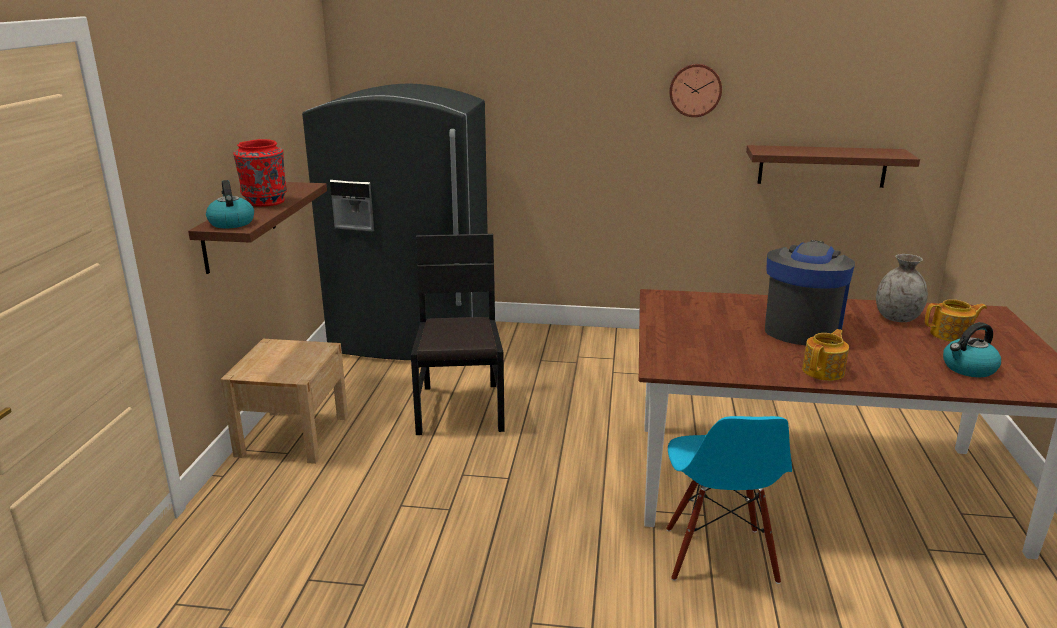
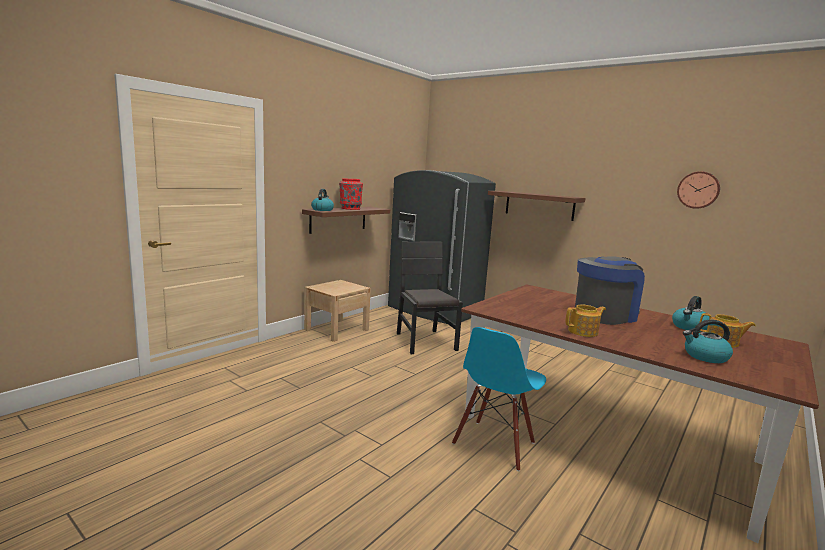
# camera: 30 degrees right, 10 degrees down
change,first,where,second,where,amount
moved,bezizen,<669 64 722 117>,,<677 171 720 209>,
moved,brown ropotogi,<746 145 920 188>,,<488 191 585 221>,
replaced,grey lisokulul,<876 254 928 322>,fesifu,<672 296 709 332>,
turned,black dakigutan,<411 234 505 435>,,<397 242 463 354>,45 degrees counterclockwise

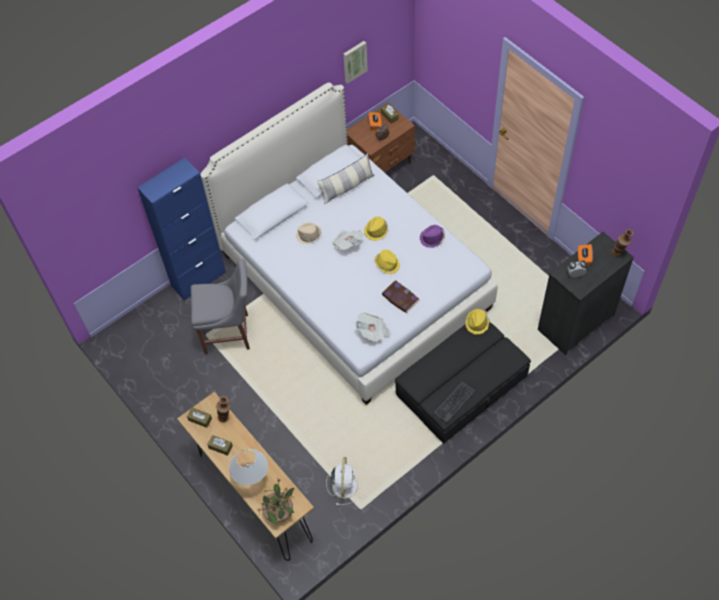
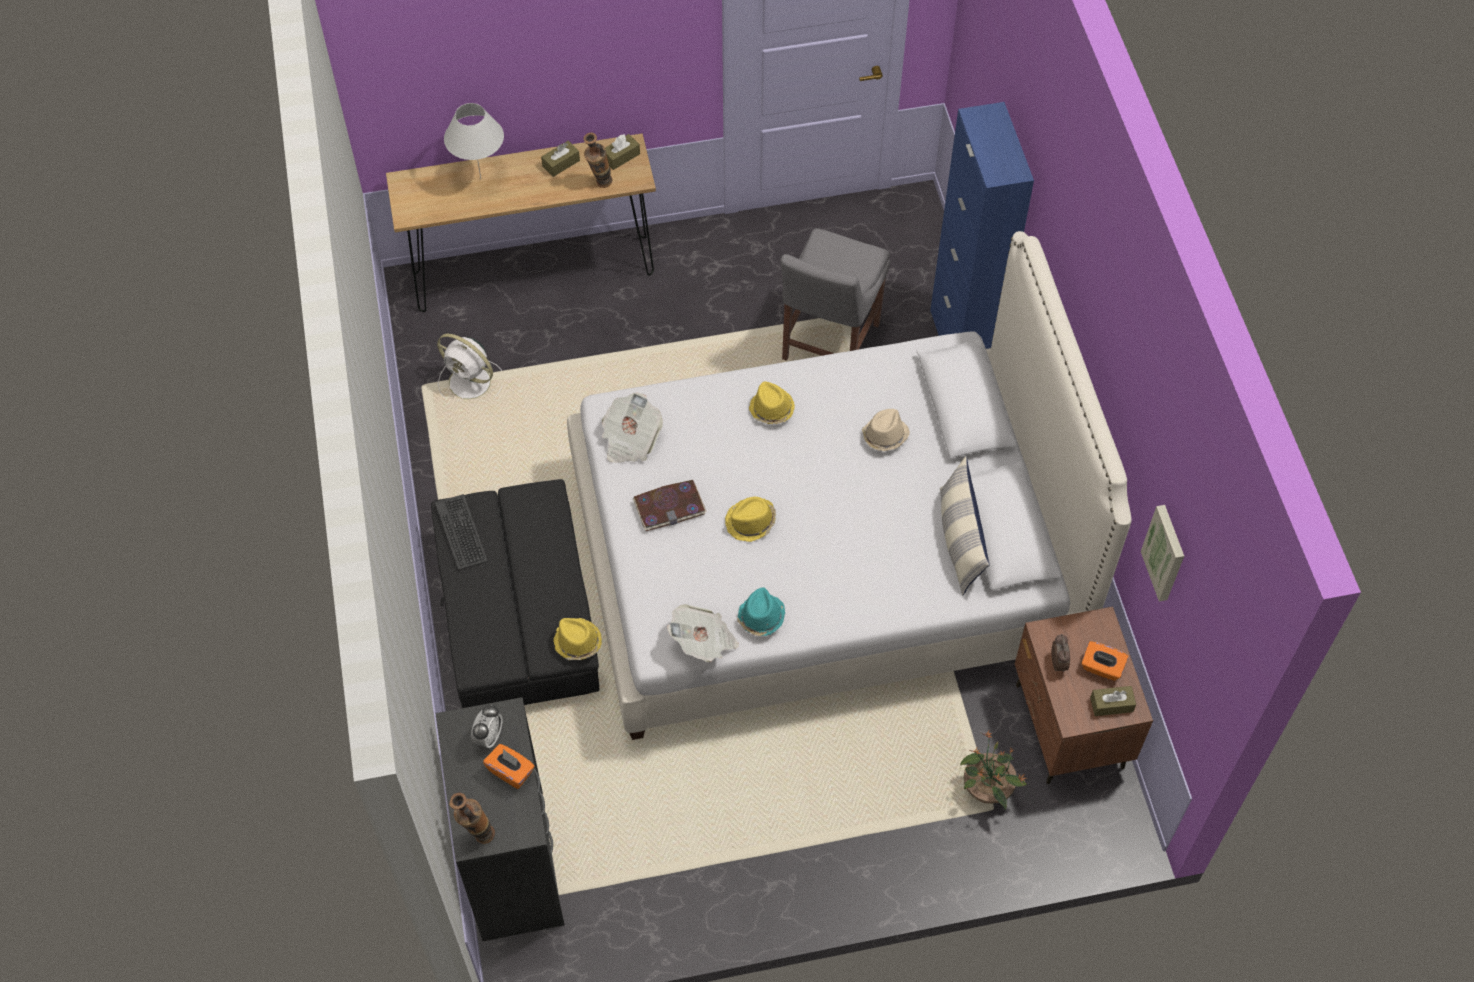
# camera: 115 degrees right, 0 degrees up
change,first,where,second,where,amount
moved,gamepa,<256 478 295 524>,,<960 731 1027 810>,
moved,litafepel,<332 230 364 250>,,<667 604 739 662>,
moved,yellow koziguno,<364 216 389 241>,,<749 381 795 424>,
recoloured,purple koziguno,<420 225 445 248>,turquoise koziguno,<737 587 785 636>,

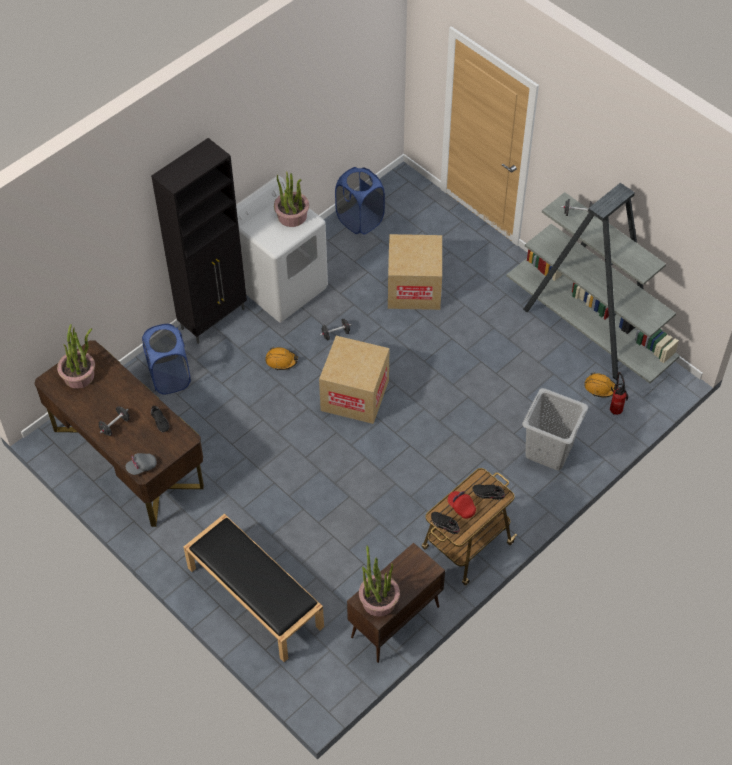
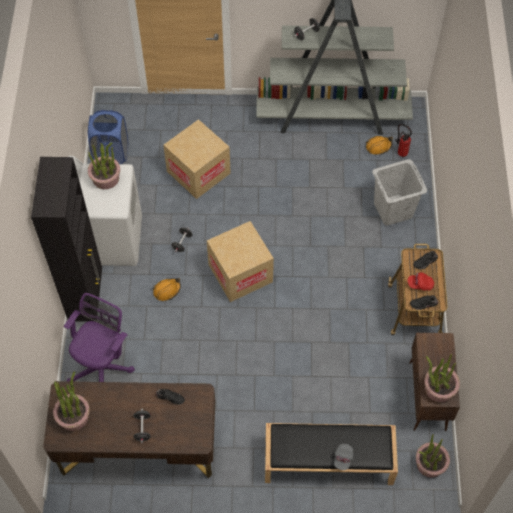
# camera: 45 degrees left, 5 degrees up
change,first,where,second,where,amount
added,,,gamepa,<416 434 450 478>,
moved,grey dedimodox,<125 453 157 475>,,<334 444 354 470>,
replaced,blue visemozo,<142 324 191 395>,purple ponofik,<64 293 135 382>,

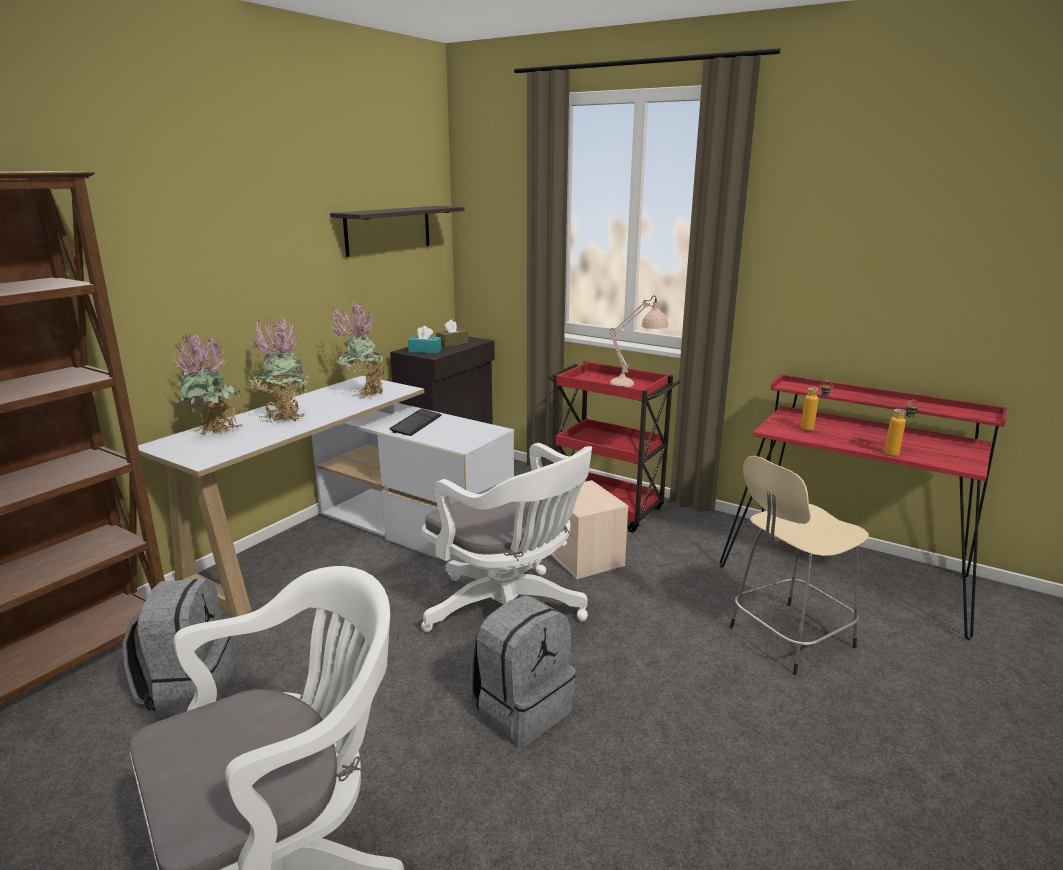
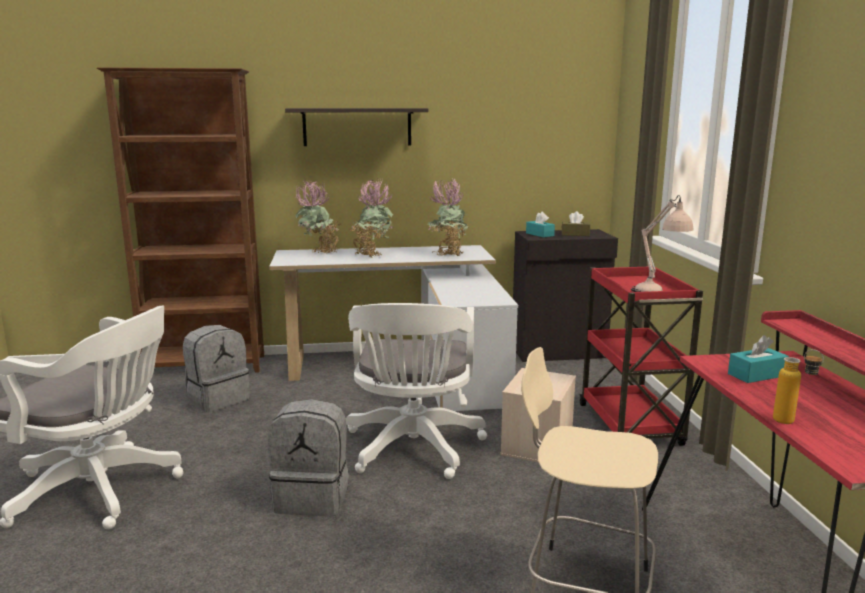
# camera: 50 degrees right, 5 degrees down
change,first,where,second,where,amount
removed,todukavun,<389 409 442 436>,,,
moved,ropotogi,<330 206 464 257>,,<285 108 428 146>,
replaced,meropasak,<801 381 833 431>,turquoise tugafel,<728 335 789 383>,

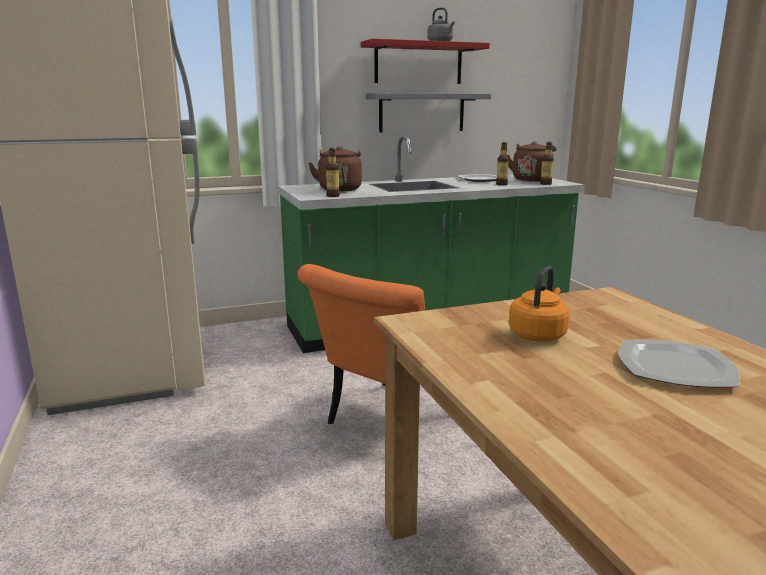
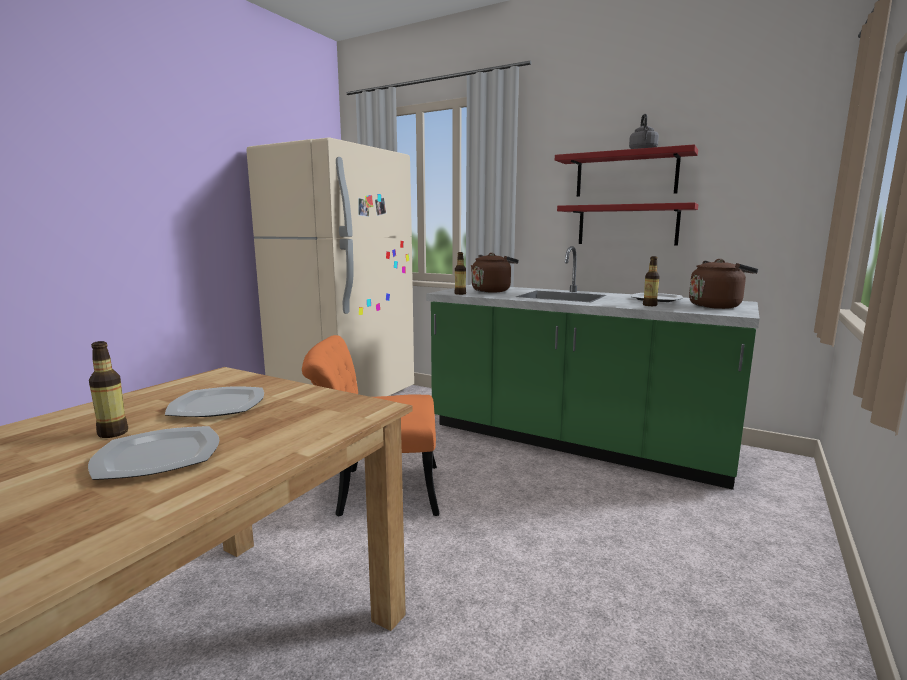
# camera: 50 degrees right, 5 degrees down
change,first,where,second,where,amount
moved,meropasak,<540 142 554 185>,,<89 341 128 438>,
replaced,orange fesifu,<509 266 570 342>,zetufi,<165 386 264 417>,
recoloured,grey ropotogi,<366 93 491 132>,red ropotogi,<557 202 698 246>,

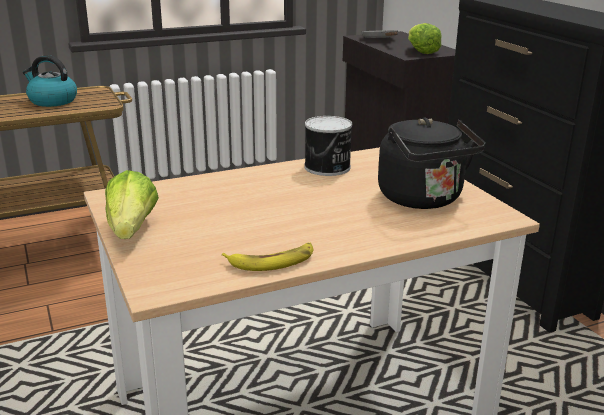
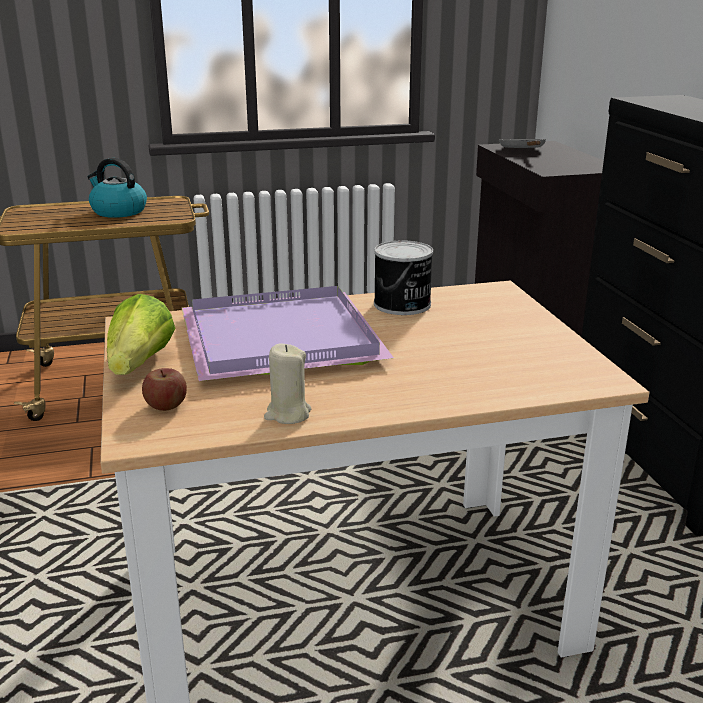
# camera: 10 degrees right, 0 degrees up
change,first,where,second,where,amount
removed,black fesifu,<378 117 485 209>,,,
removed,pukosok,<408 23 442 54>,,,
added,,,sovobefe,<142 368 187 411>,
added,,,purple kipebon,<182 286 394 381>,
replaced,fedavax,<222 243 313 271>,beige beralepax,<264 343 311 424>,

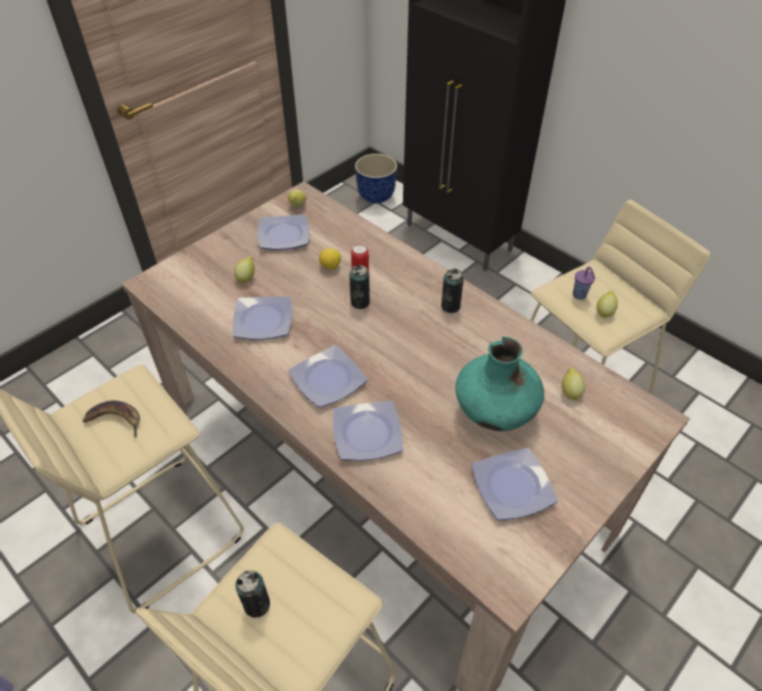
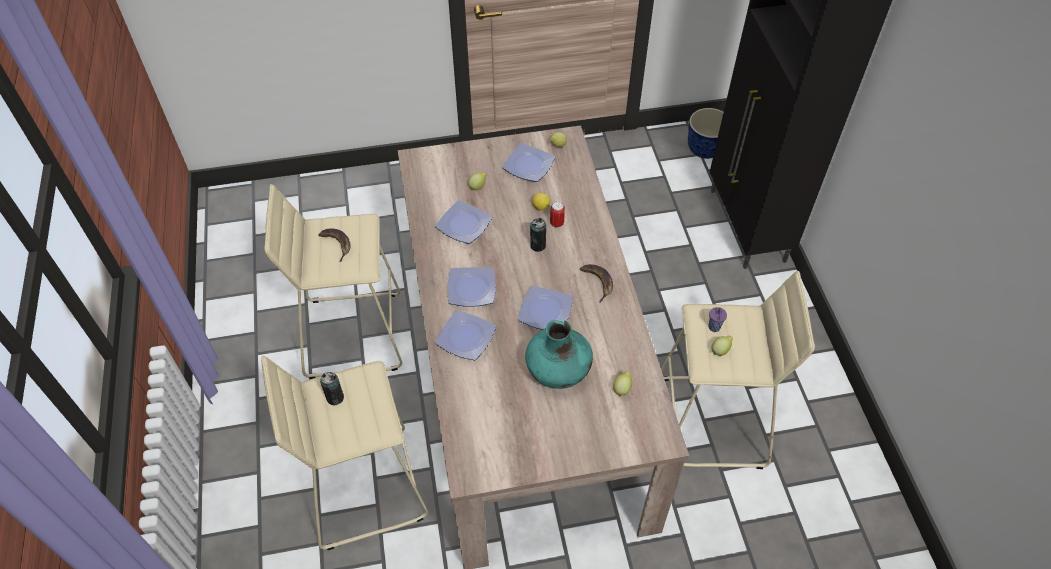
# camera: 35 degrees right, 5 degrees up
change,first,where,second,where,amount
moved,zetufi,<471 448 558 520>,,<518 286 573 330>,
replaced,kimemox,<441 269 464 313>,fedavax,<580 264 613 303>,

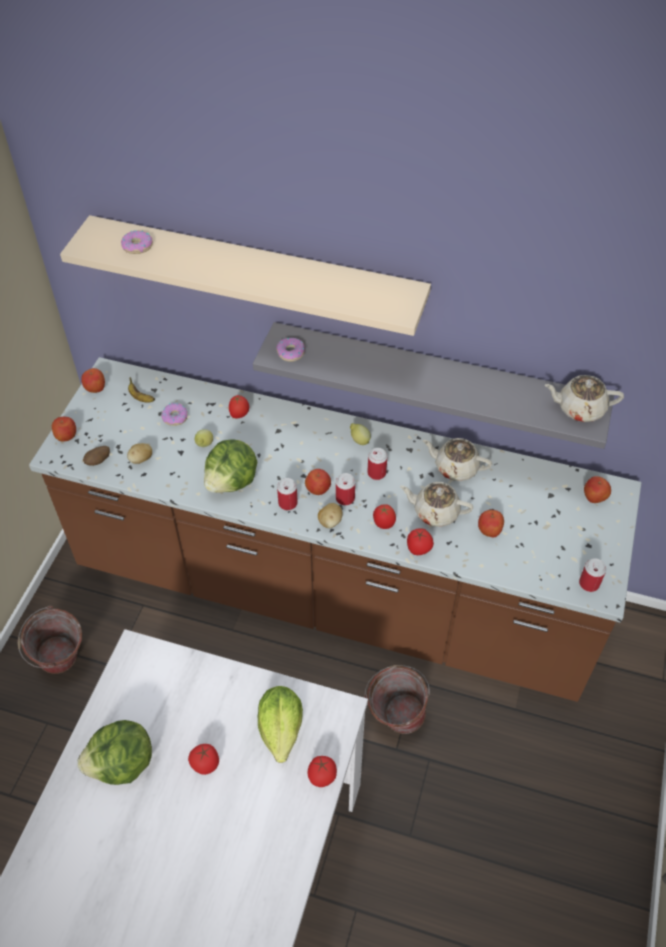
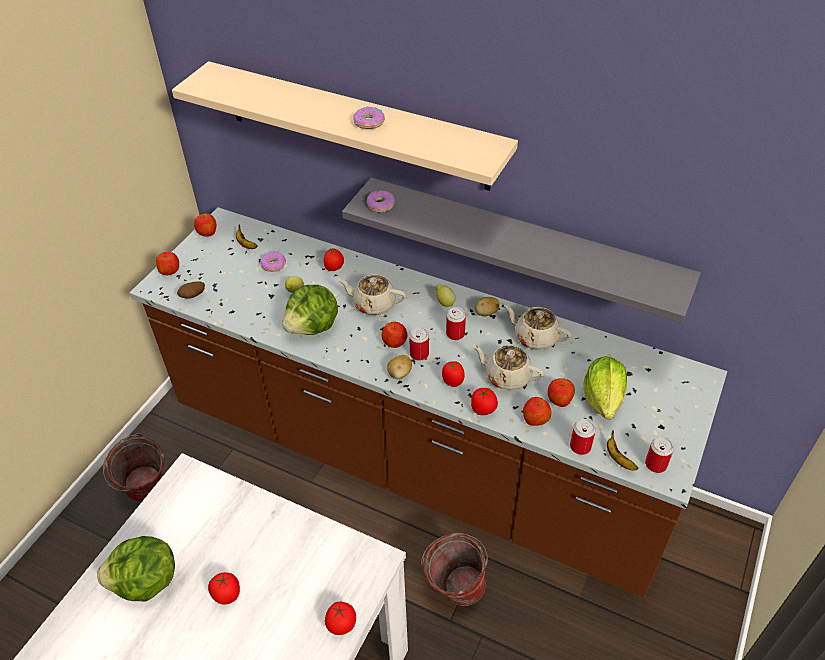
# camera: 10 degrees right, 5 degrees down
change,first,where,second,where,amount
added,,,fedavax,<607 430 638 470>,
moved,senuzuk,<121 230 153 254>,,<353 107 385 129>,
moved,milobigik,<127 443 152 464>,,<475 297 500 317>,
moved,pukosok,<258 686 303 763>,,<584 356 627 419>,
moved,kimemox,<277 478 298 510>,,<570 419 596 455>,
moved,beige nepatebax,<545 375 624 422>,,<338 274 406 315>,
moved,sovobefe,<584 476 611 503>,,<523 397 551 426>,

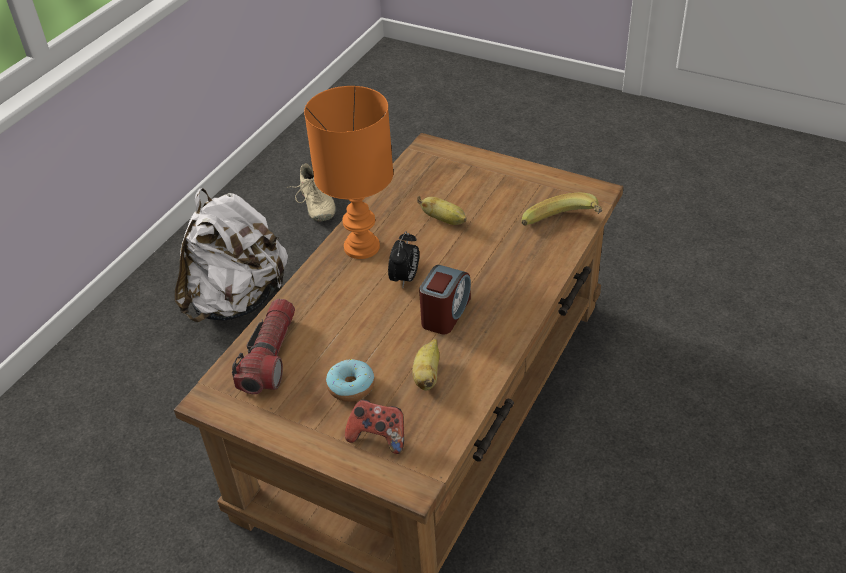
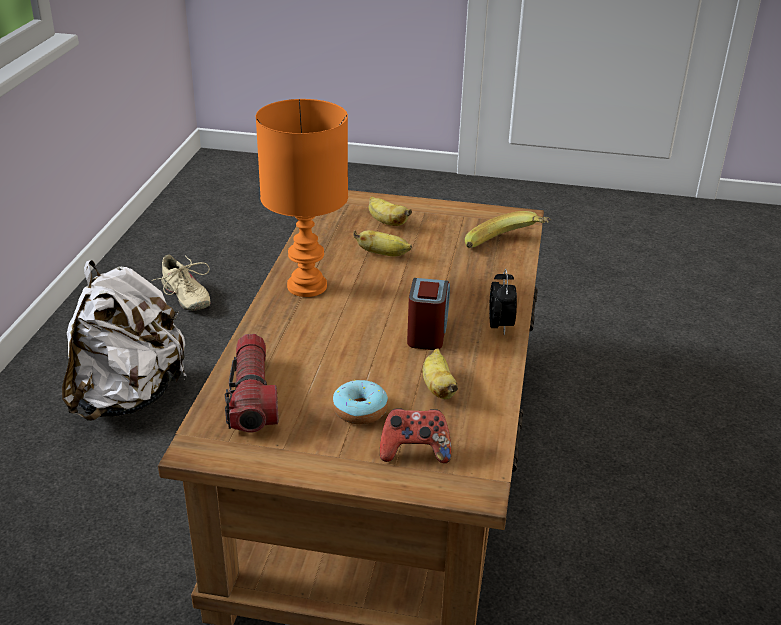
# camera: 20 degrees left, 10 degrees down
change,first,where,second,where,amount
added,,,fedavax,<369 196 412 226>,
moved,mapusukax,<388 231 419 287>,,<489 268 517 335>,

